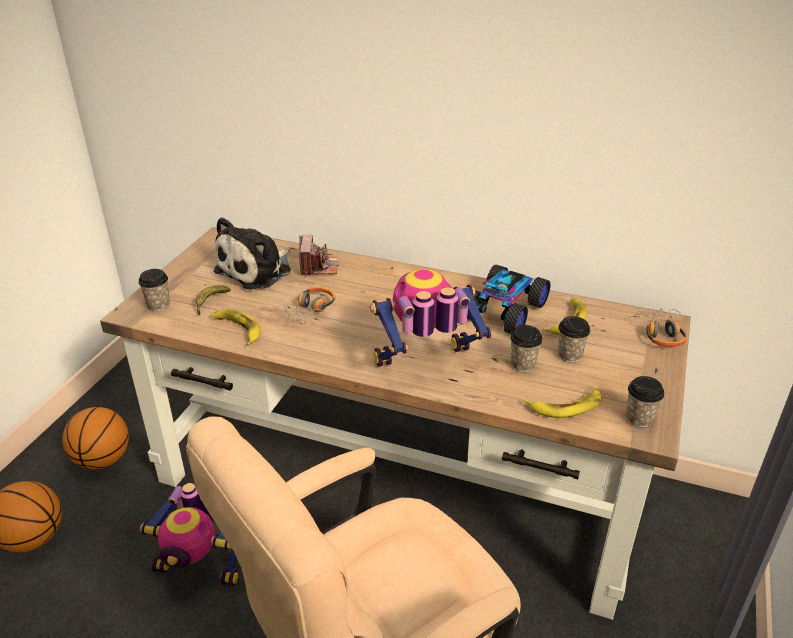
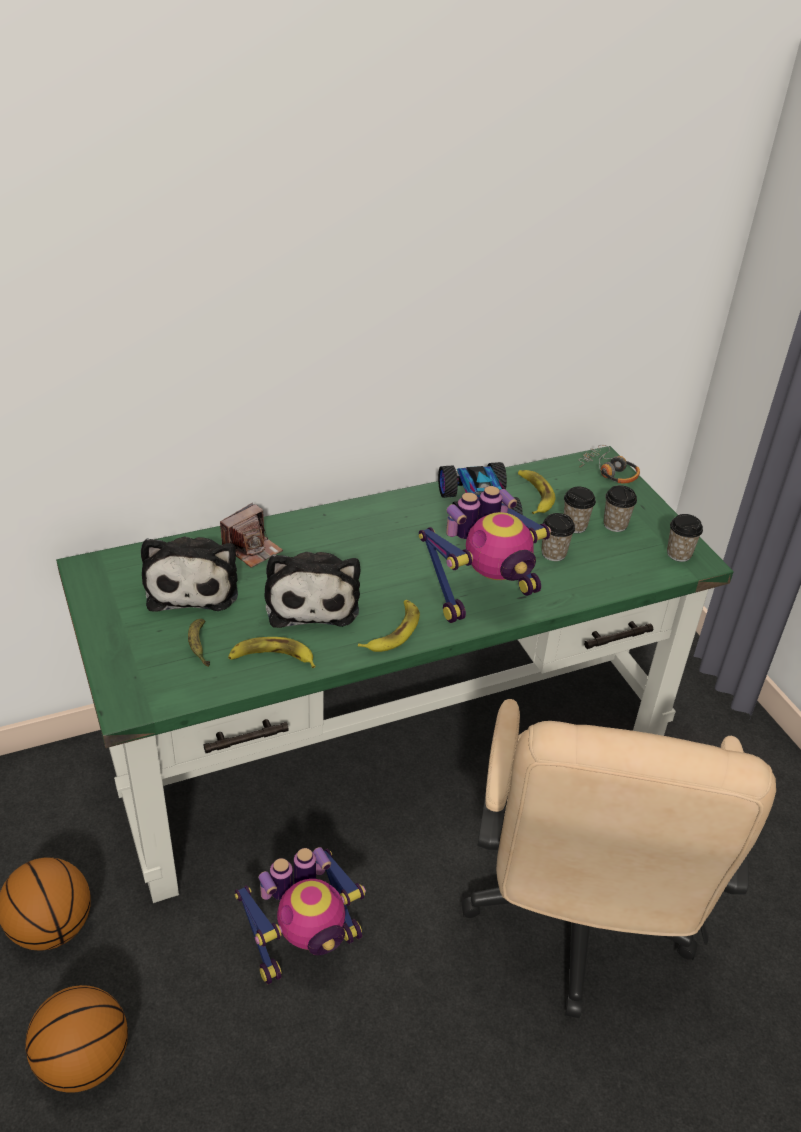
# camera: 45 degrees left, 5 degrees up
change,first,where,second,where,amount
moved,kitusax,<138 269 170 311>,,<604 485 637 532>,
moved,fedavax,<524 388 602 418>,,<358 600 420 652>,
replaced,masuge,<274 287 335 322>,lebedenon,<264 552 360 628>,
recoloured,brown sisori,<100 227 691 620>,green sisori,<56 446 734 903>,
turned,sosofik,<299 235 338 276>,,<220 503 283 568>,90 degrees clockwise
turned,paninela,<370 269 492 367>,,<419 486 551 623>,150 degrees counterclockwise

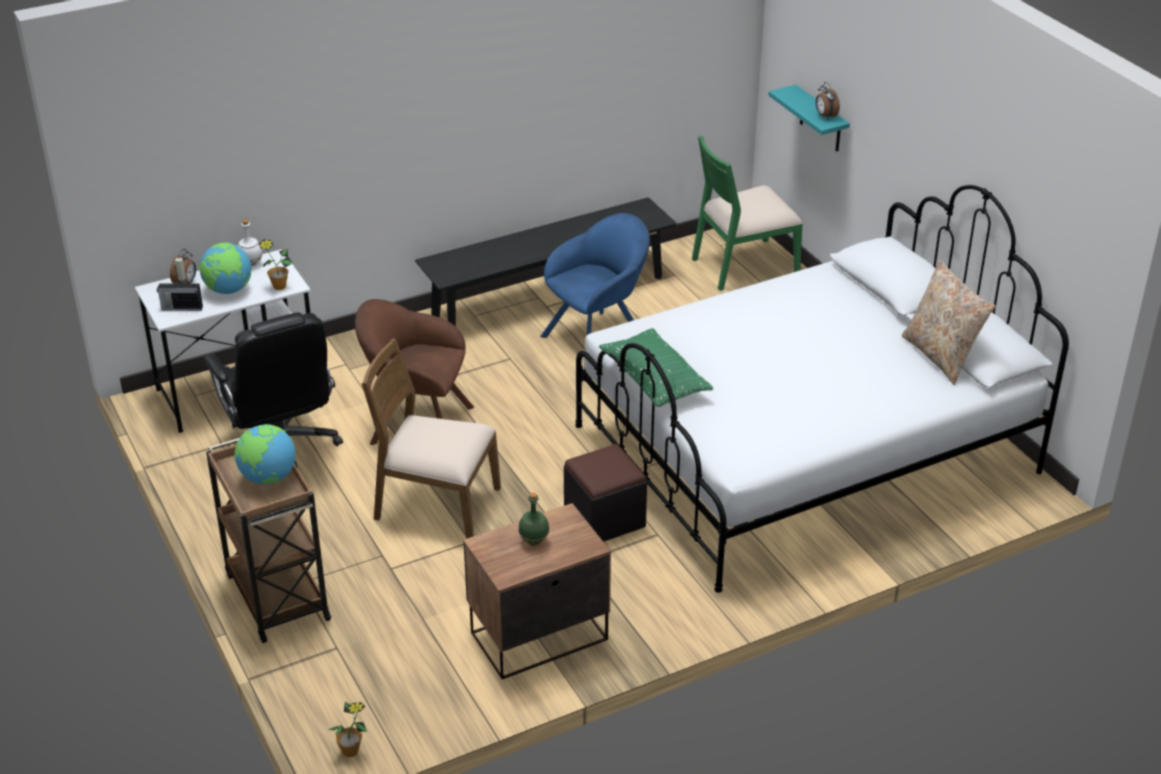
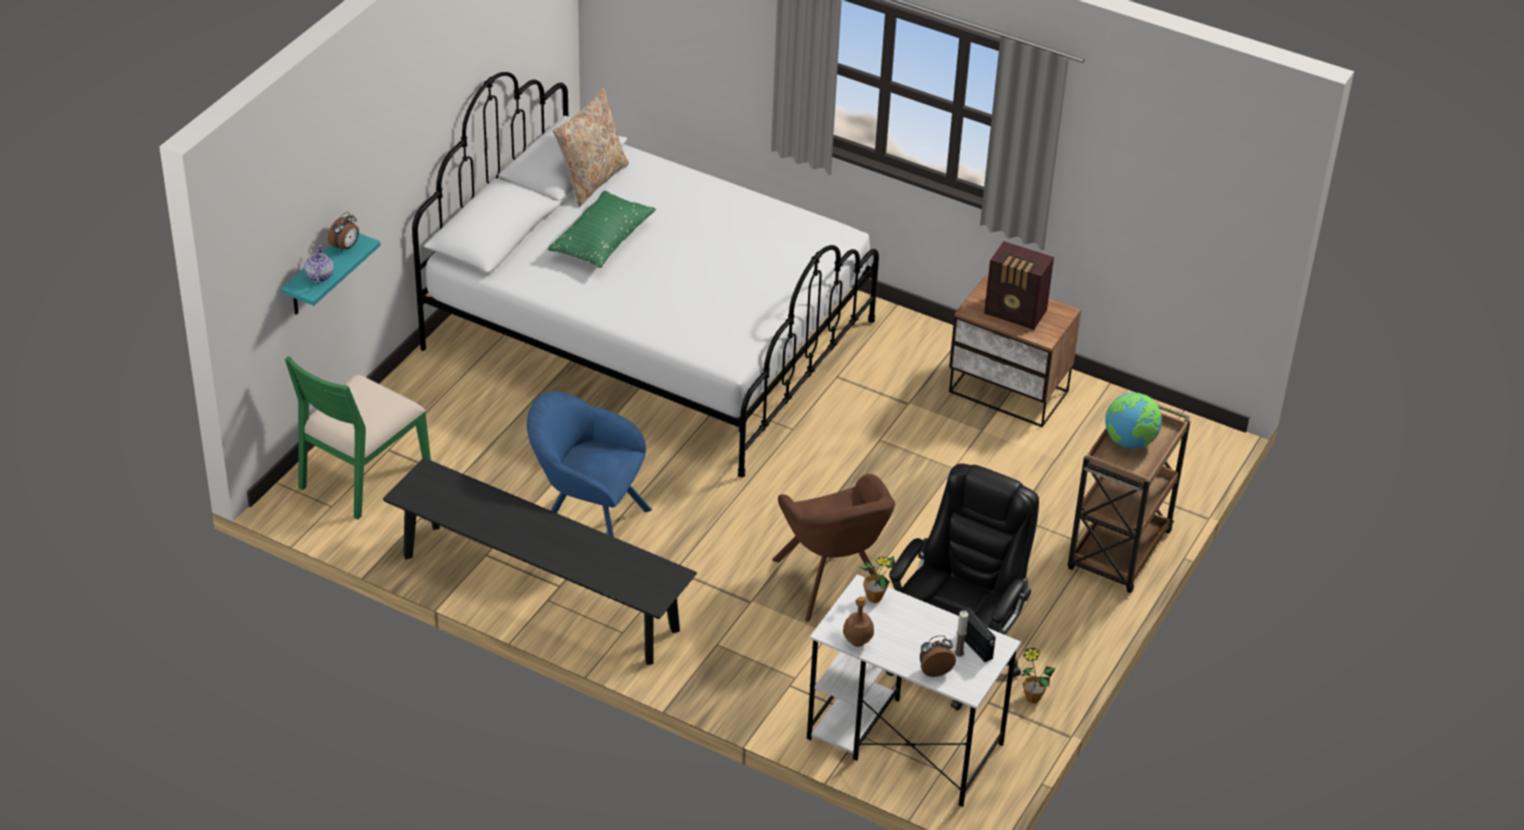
# camera: 125 degrees left, 5 degrees up
change,first,where,second,where,amount
removed,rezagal,<199 243 251 294>,,,
removed,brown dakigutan,<362 339 501 539>,,,
removed,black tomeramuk,<564 444 647 542>,,,
added,,,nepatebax,<305 245 334 284>,
moved,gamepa,<329 702 367 757>,,<1021 648 1056 703>,
moved,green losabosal,<599 328 713 407>,,<548 191 656 268>,
replaced,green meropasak,<519 493 549 546>,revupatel,<984 241 1054 330>,
recoloured,white meropasak,<238 220 263 267>,brown meropasak,<843 596 874 647>,
turned,green dakigutan,<692 135 803 291>,,<285 356 431 519>,90 degrees clockwise

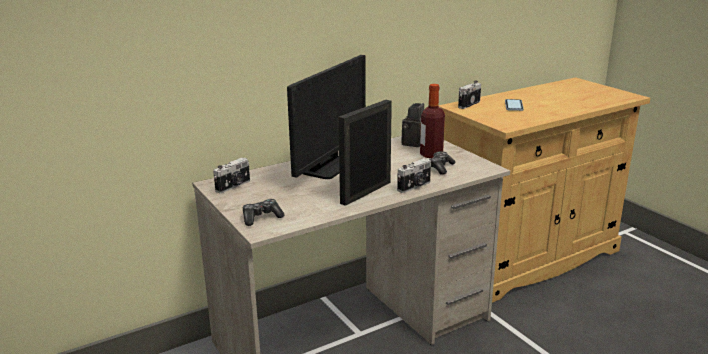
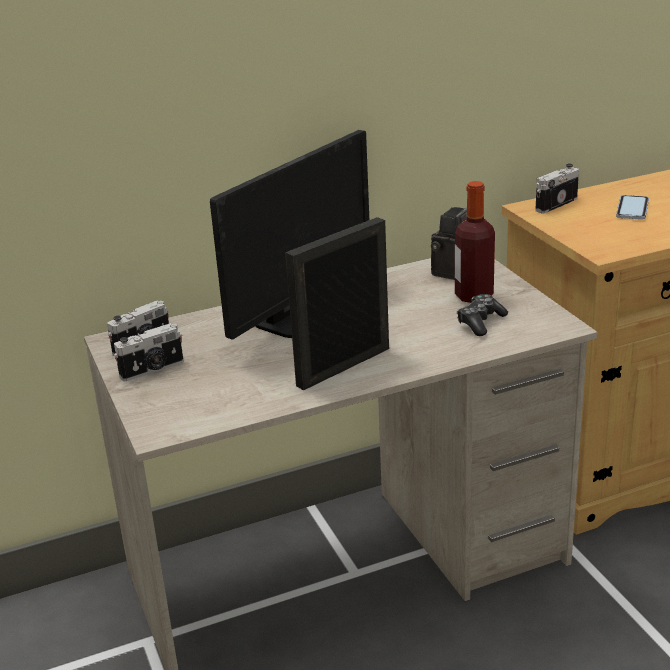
# camera: 10 degrees right, 5 degrees up
change,first,where,second,where,amount
removed,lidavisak,<243 199 284 226>,,,
moved,sosofik,<397 158 431 193>,,<114 323 183 381>,

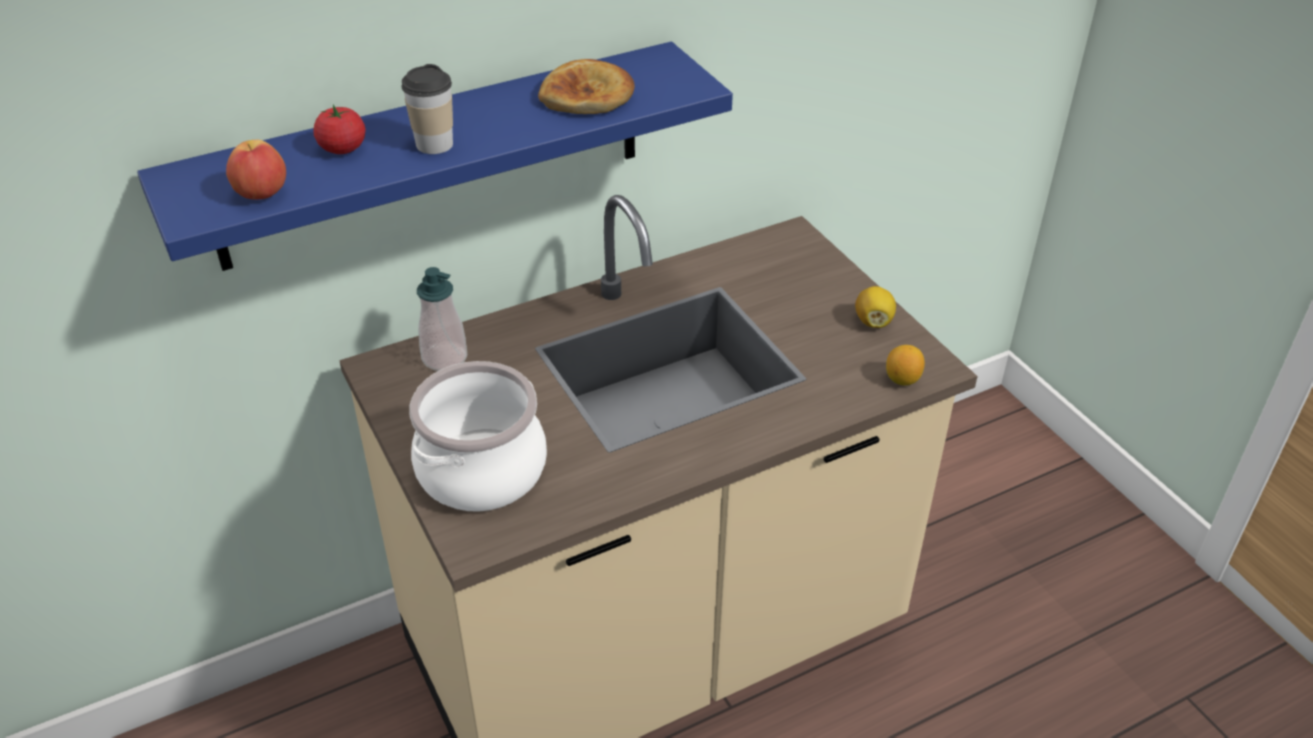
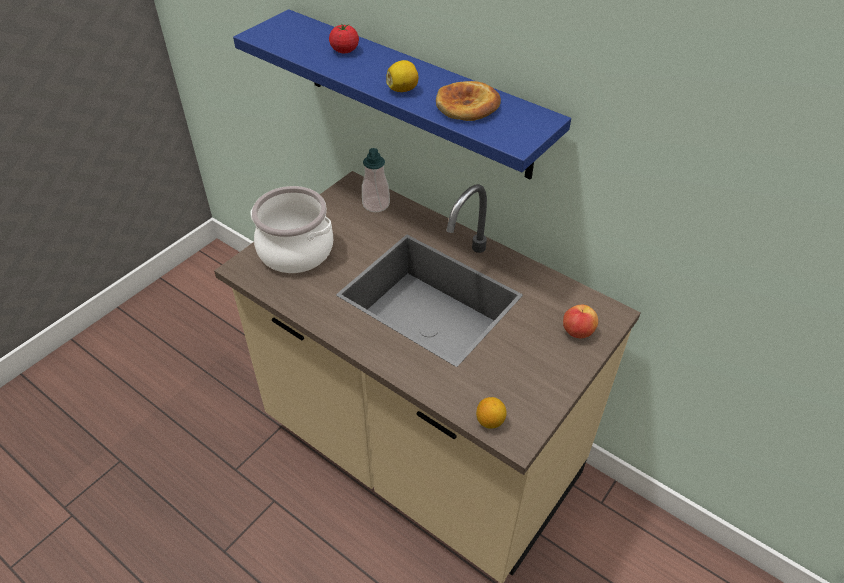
# camera: 65 degrees right, 5 degrees up
change,first,where,second,where,amount
removed,kitusax,<402 64 453 154>,,,
moved,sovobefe,<226 140 286 200>,,<563 305 598 338>,
moved,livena,<855 286 896 328>,,<386 60 418 92>,

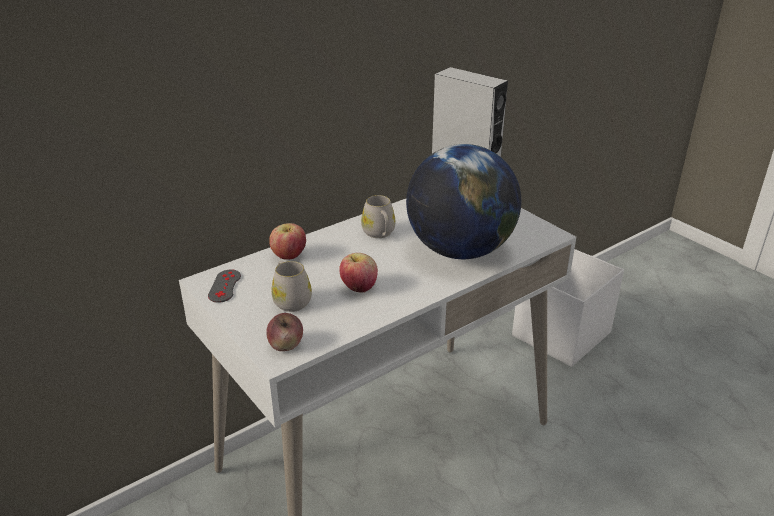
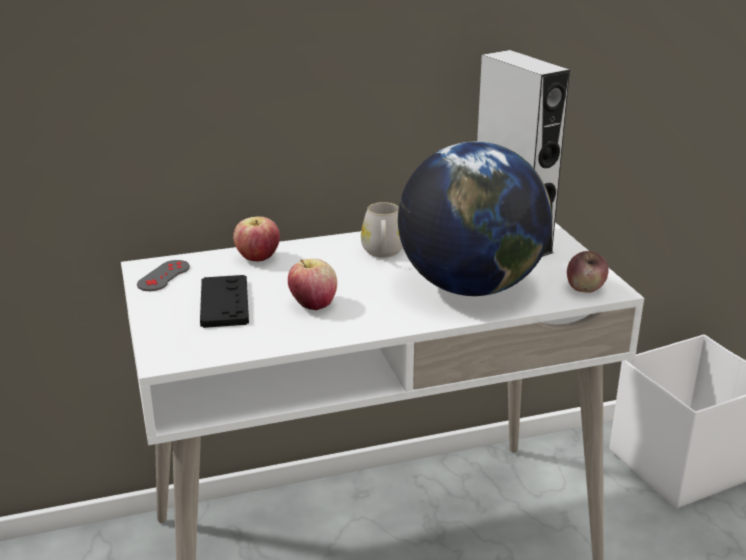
# camera: 20 degrees right, 5 degrees down
change,first,where,second,where,amount
moved,sovobefe,<266 313 303 351>,,<567 251 609 293>,
replaced,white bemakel,<271 261 312 312>,black lidavisak,<200 275 249 328>,

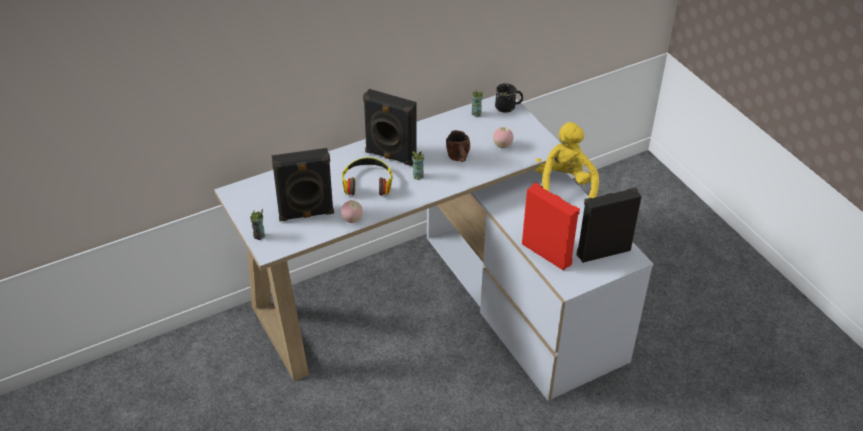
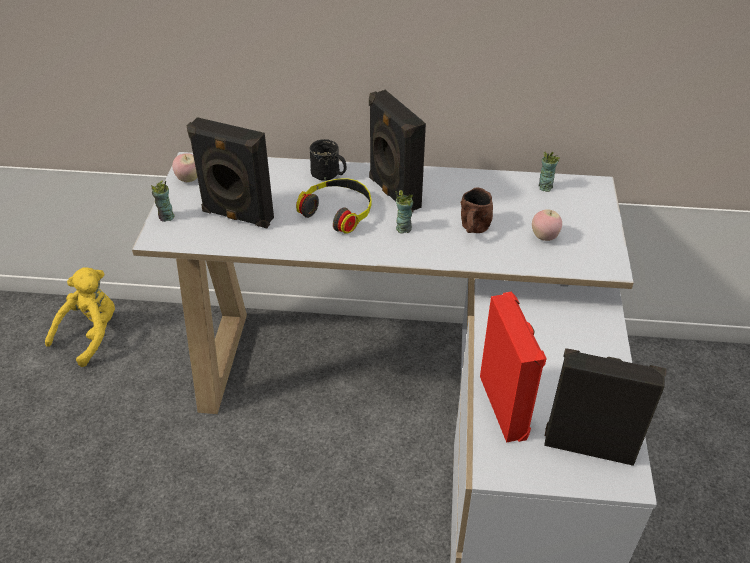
# camera: 35 degrees right, 0 degrees up
change,first,where,second,where,amount
moved,sovobefe,<341 200 363 223>,,<172 153 197 182>,
moved,black bemakel,<495 84 523 113>,,<310 139 347 181>,
moved,yellow lebedenon,<535 122 599 198>,,<45 268 115 367>,

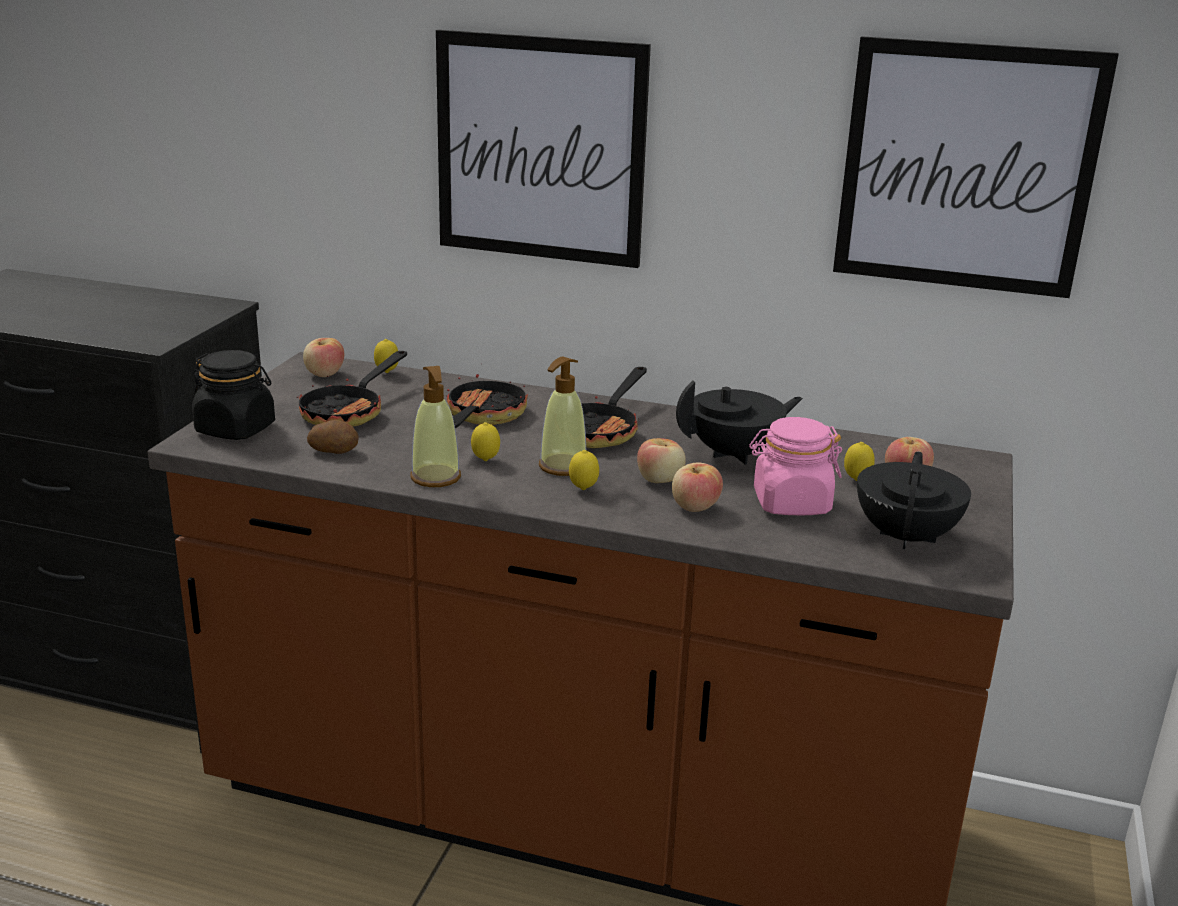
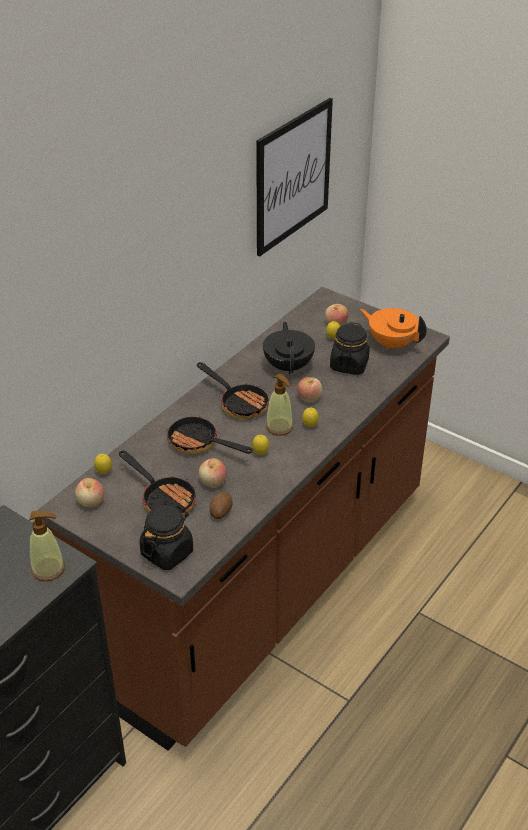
# camera: 70 degrees left, 15 degrees up
change,first,where,second,where,amount
removed,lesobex,<436 30 651 268>,,,
moved,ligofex,<410 366 461 487>,,<29 511 65 581>,
moved,sovobefe,<672 462 723 512>,,<199 458 227 487>,
recoloured,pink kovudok,<749 417 842 515>,black kovudok,<330 322 370 375>,
recoloured,black nepatebax,<857 451 971 549>,orange nepatebax,<360 308 427 350>,

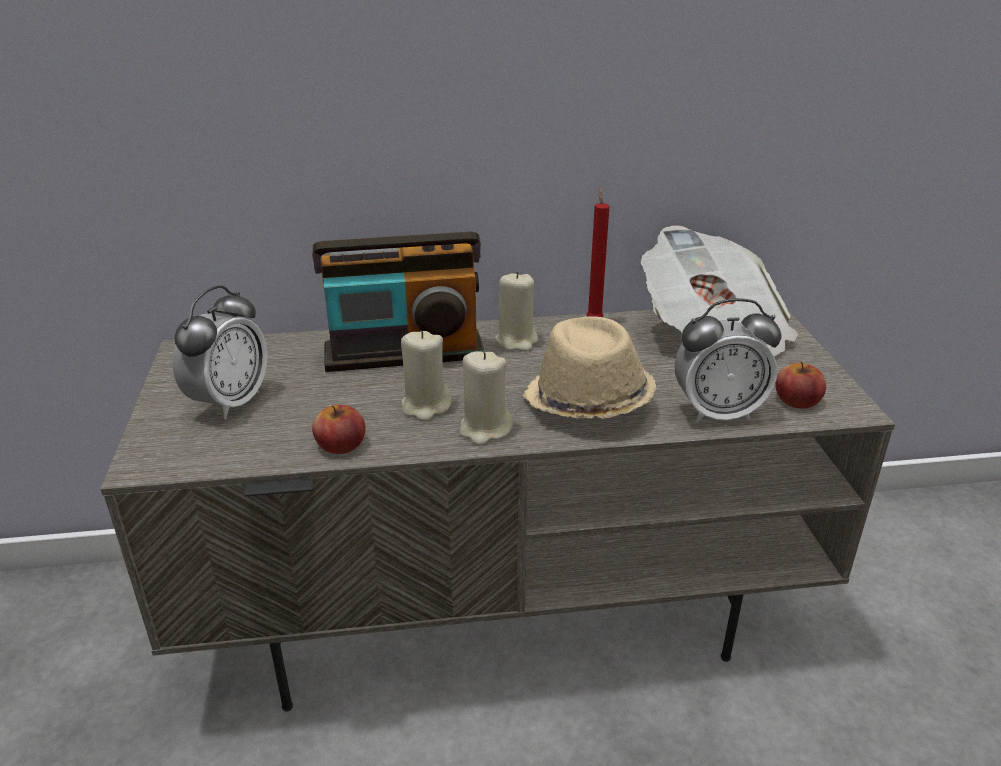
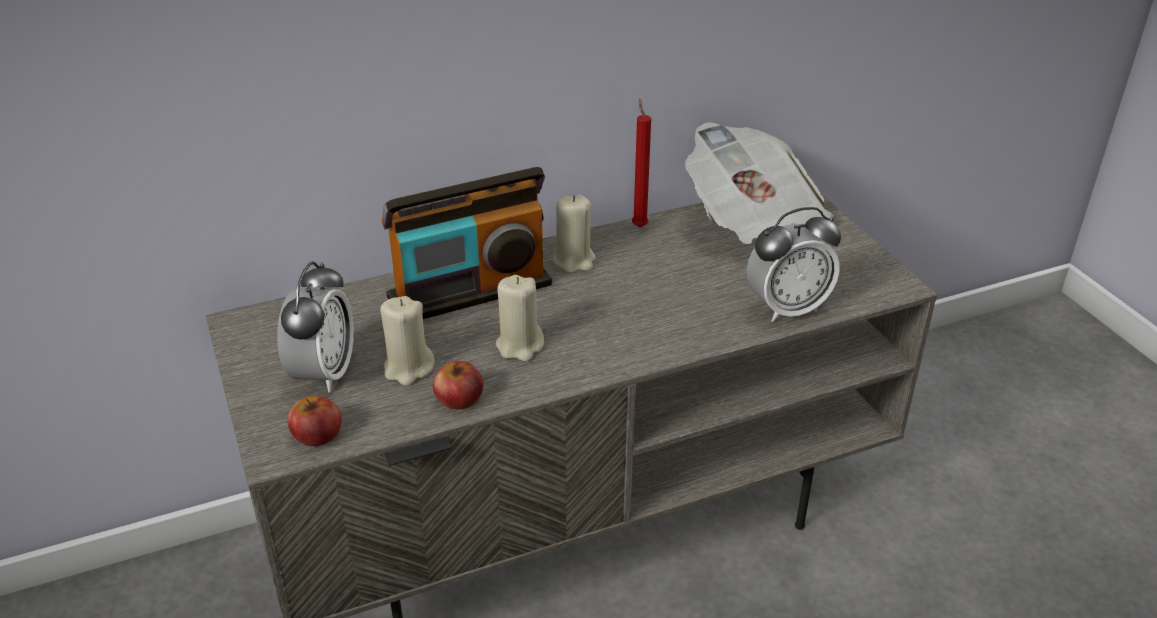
# camera: 15 degrees left, 5 degrees up
change,first,where,second,where,amount
removed,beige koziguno,<523 316 656 419>,,,
moved,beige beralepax,<459 351 513 445>,,<380 296 435 386>,
moved,sovobefe,<775 362 826 409>,,<287 396 342 446>,

